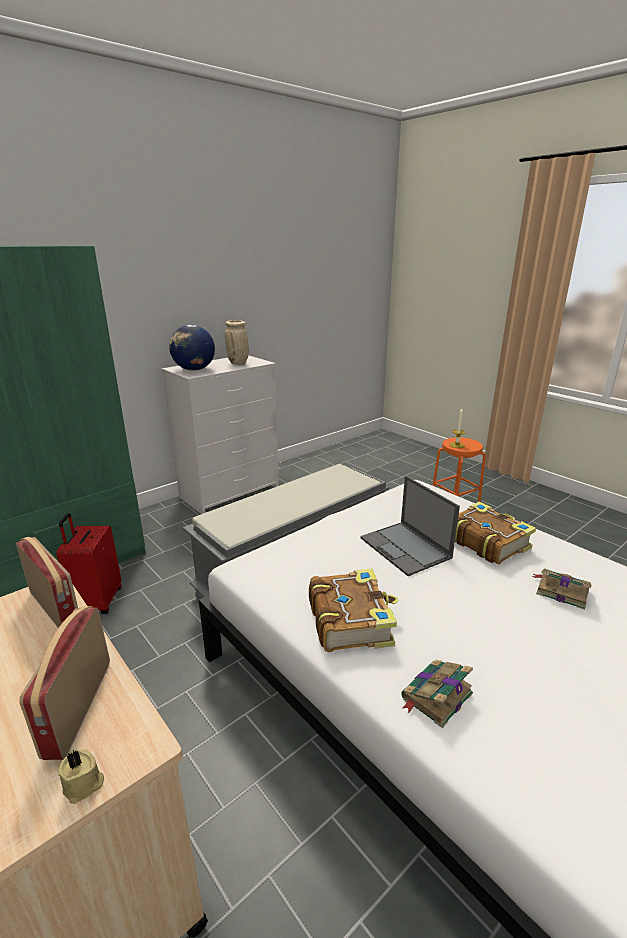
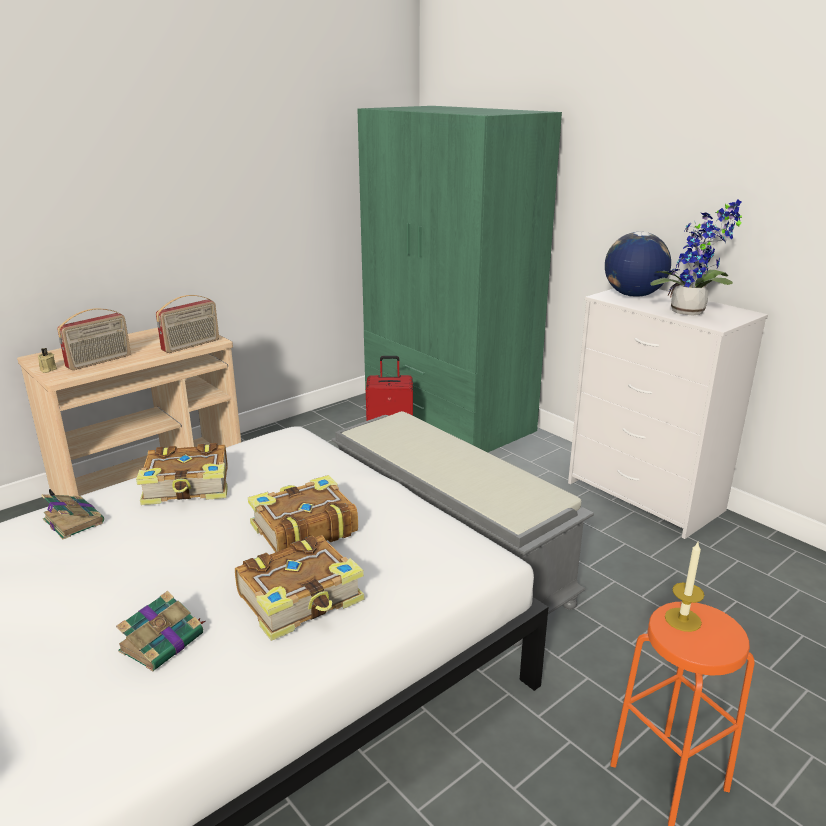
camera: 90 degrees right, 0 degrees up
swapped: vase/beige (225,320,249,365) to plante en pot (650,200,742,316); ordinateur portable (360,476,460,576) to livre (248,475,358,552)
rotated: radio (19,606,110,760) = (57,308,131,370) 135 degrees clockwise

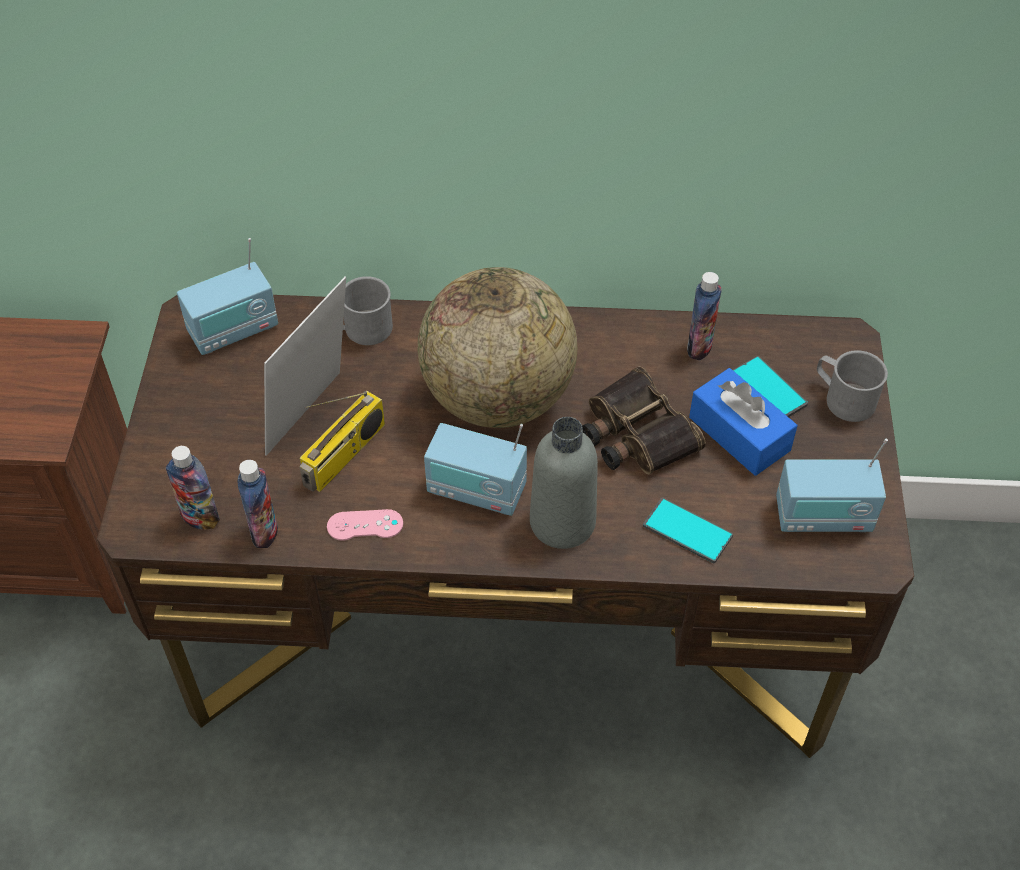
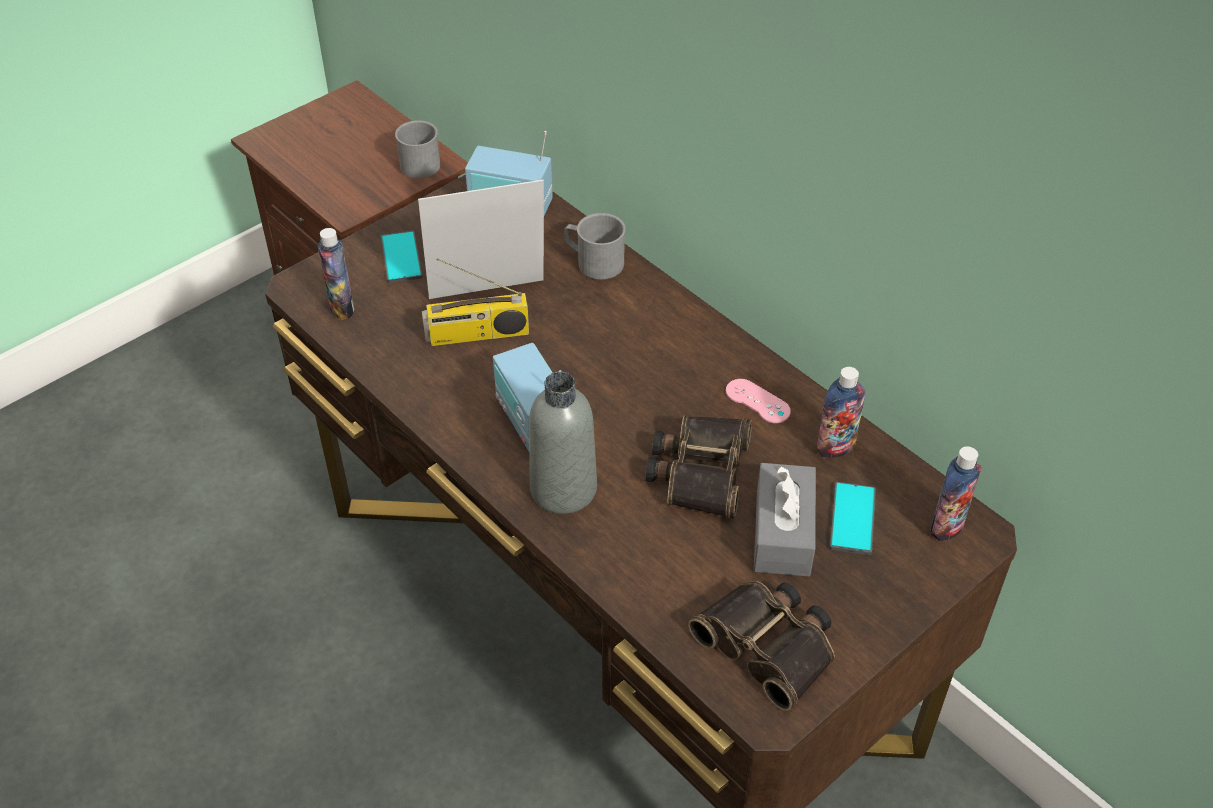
camera: 45 degrees right, 5 degrees down
gone: globe (417,267,577,428)
shifted: mug/gris (817,350,888,422) to (395,120,440,179); bouteille (237,460,278,548) to (930,446,982,541); téléphone (643,498,733,564) to (381,230,422,283); manette/rose (327,509,403,541) to (726,379,791,423)
swapped: radio (776,439,888,532) to jumelles (688,581,835,711)
repainted: boîte à mouchoirs/bleu (689,368,797,476) to boîte à mouchoirs/gris (754,463,816,576)

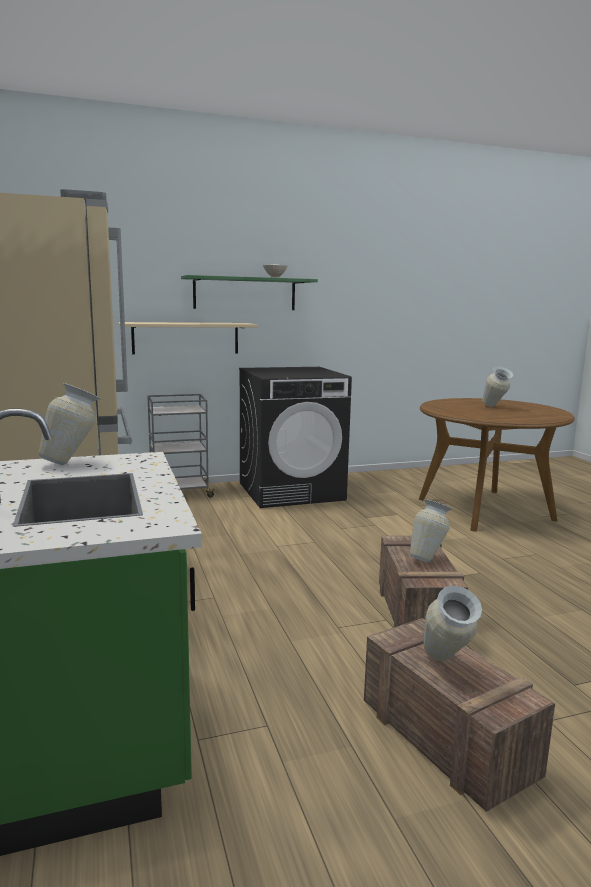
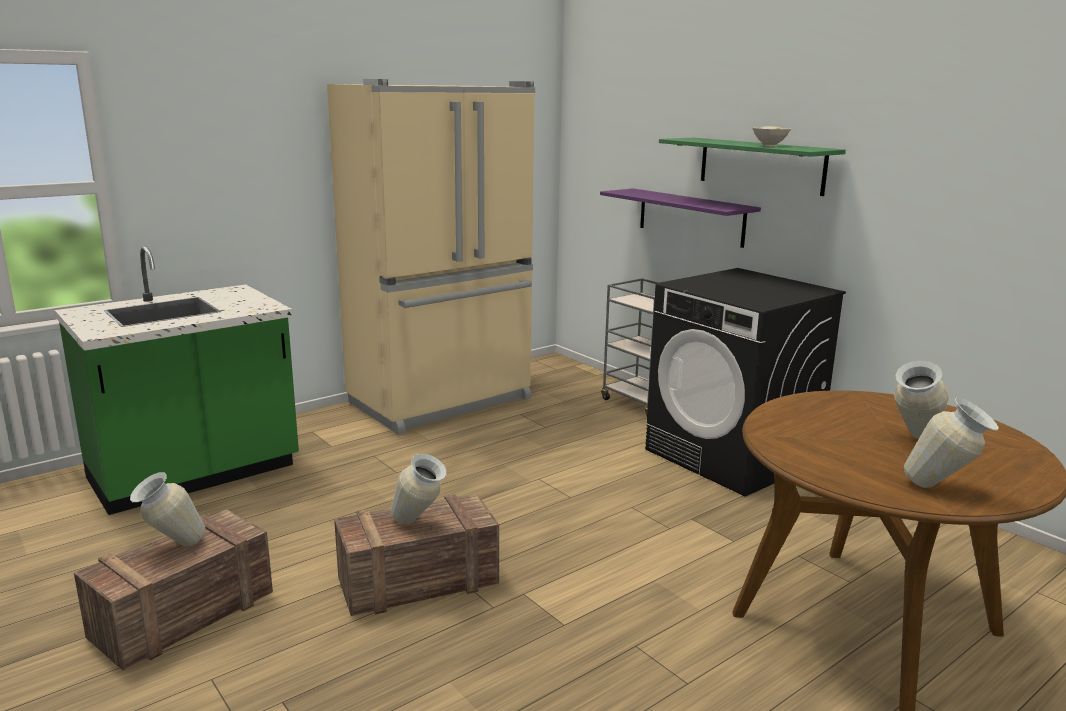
camera: 70 degrees right, 5 degrees up
shifted: vase (39,383,100,465) to (904,397,999,488)
repainted: étagère/beige (118,322,258,354) to étagère/violet (600,188,761,248)

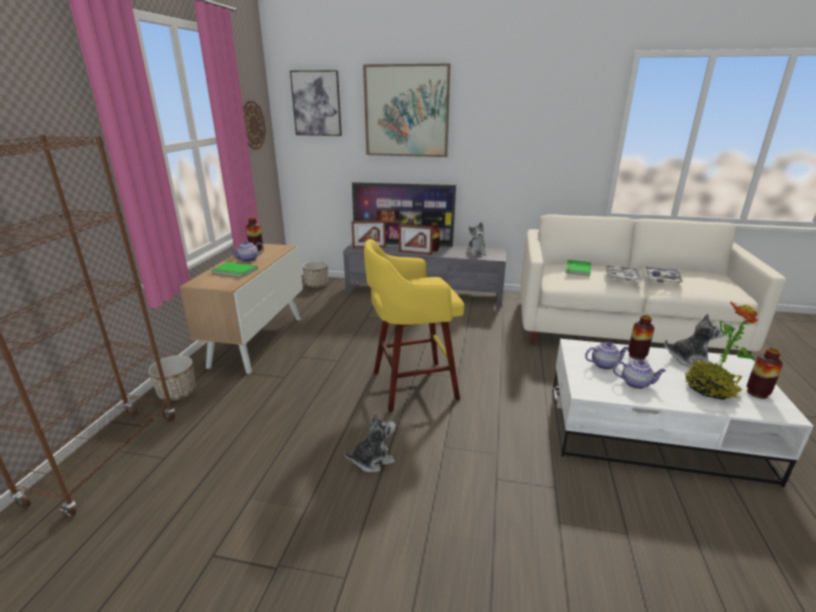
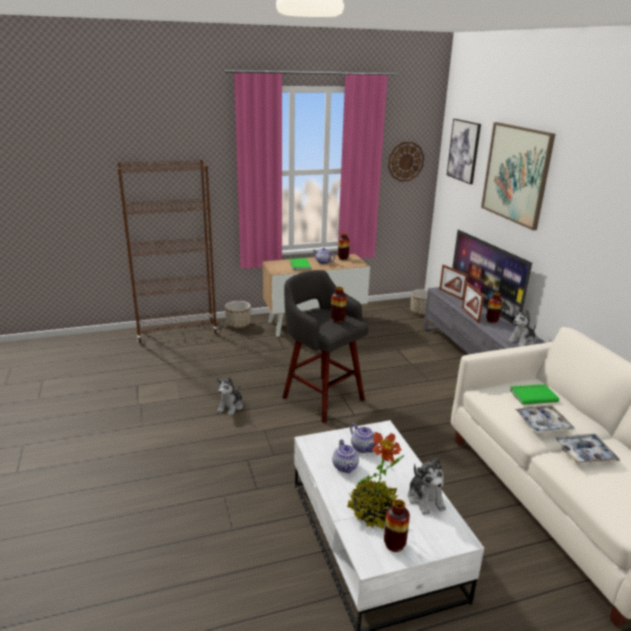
camera: 60 degrees right, 0 degrees up
shifted: vase (628,315,655,360) to (331,287,346,323)
repainted: tabouret/jaune (364,239,464,412) to tabouret/gris (283,270,369,424)
rotated: peluche (345,413,396,472) = (217,377,243,416) 75 degrees clockwise

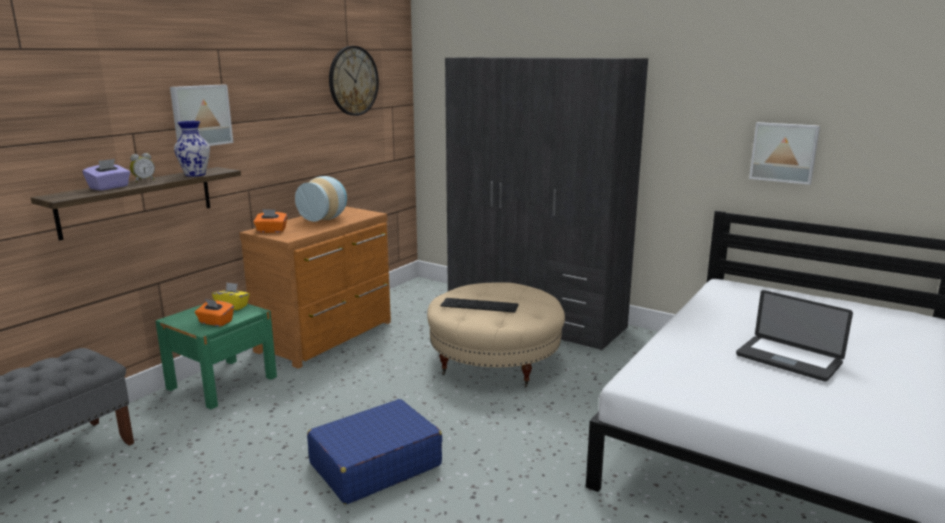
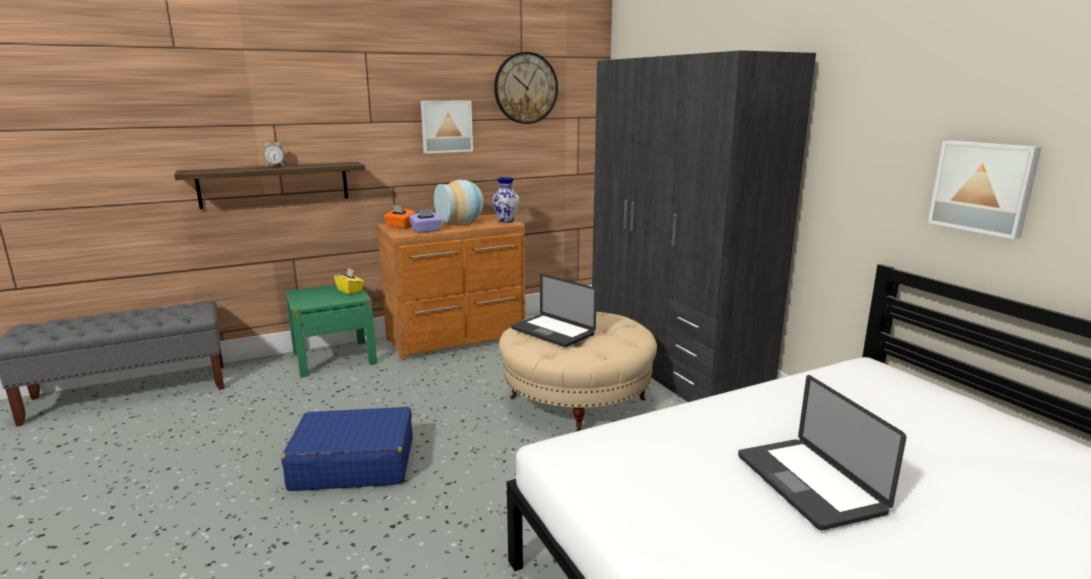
camera: 30 degrees right, 0 degrees up
gone: boîte à mouchoirs/orange (195,299,234,327)
shifted: tableau (170,84,233,146) to (421,100,473,154); vase (174,121,210,177) to (492,177,519,222); boîte à mouchoirs/violet (82,159,130,191) to (409,209,442,233)
swapped: clavier (441,298,519,313) to ordinateur portable (511,274,597,347)

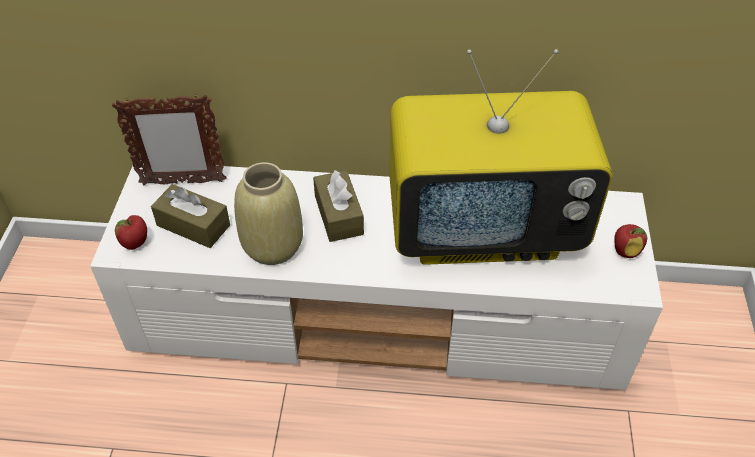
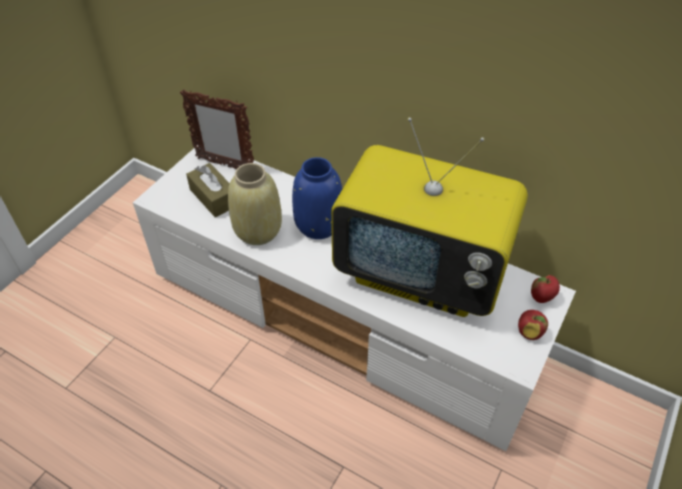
camera: 25 degrees right, 0 degrees up
shifted: pomme (115,215,147,250) to (531,275,560,303)
swapped: boîte à mouchoirs/marron (313,170,364,242) to vase/bleu (292,157,342,239)

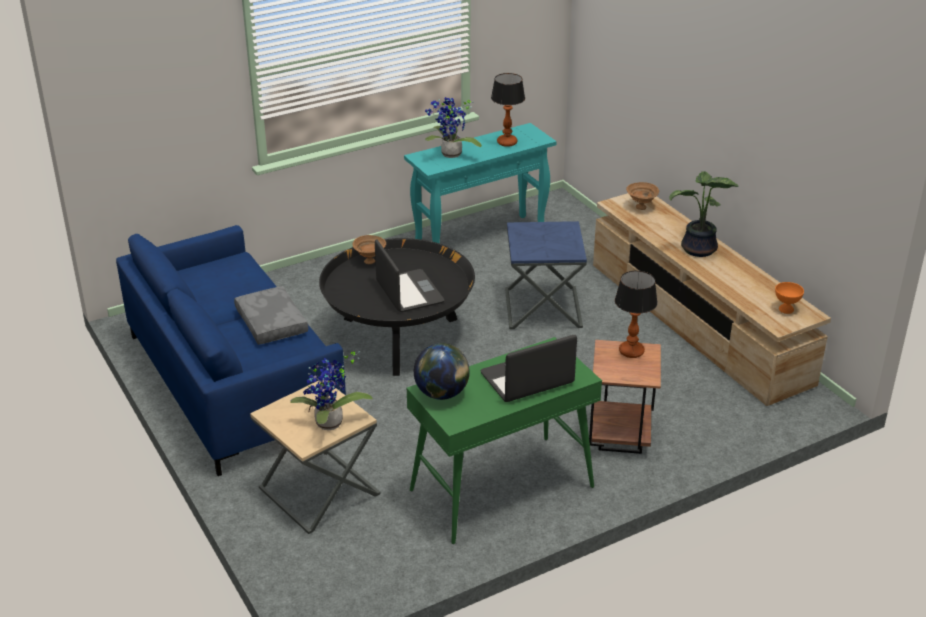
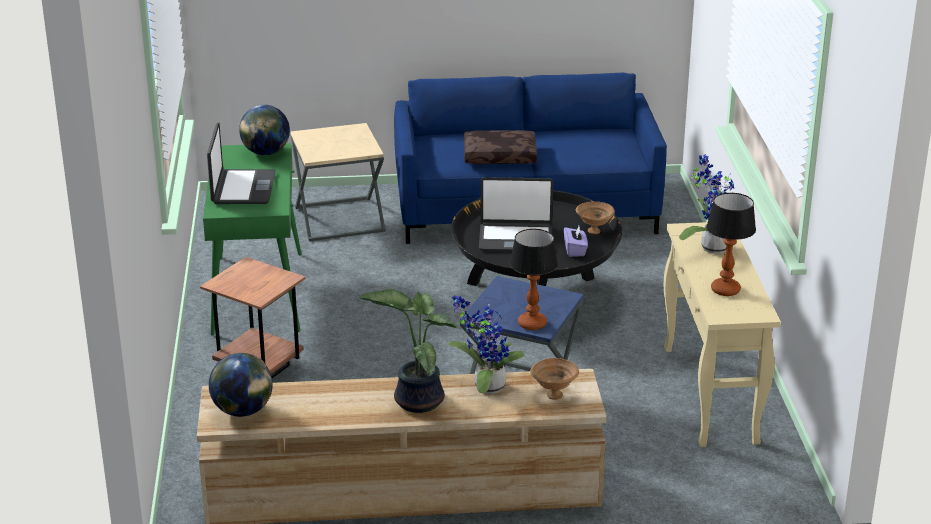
camera: 115 degrees right, 5 degrees down
new: boîte à mouchoirs/violet (564,226,588,257)
shifted: lampe de table (615,271,658,358) to (510,229,558,330); plante en pot (290,351,373,430) to (447,295,524,394)
swapped: bol/orange (775,282,804,314) to globe (209,353,273,417)
repainted: table console/turquoise (404,123,557,244) to table console/beige (664,222,781,447); coussin/gris (234,286,308,345) to coussin/marron (464,130,537,164)

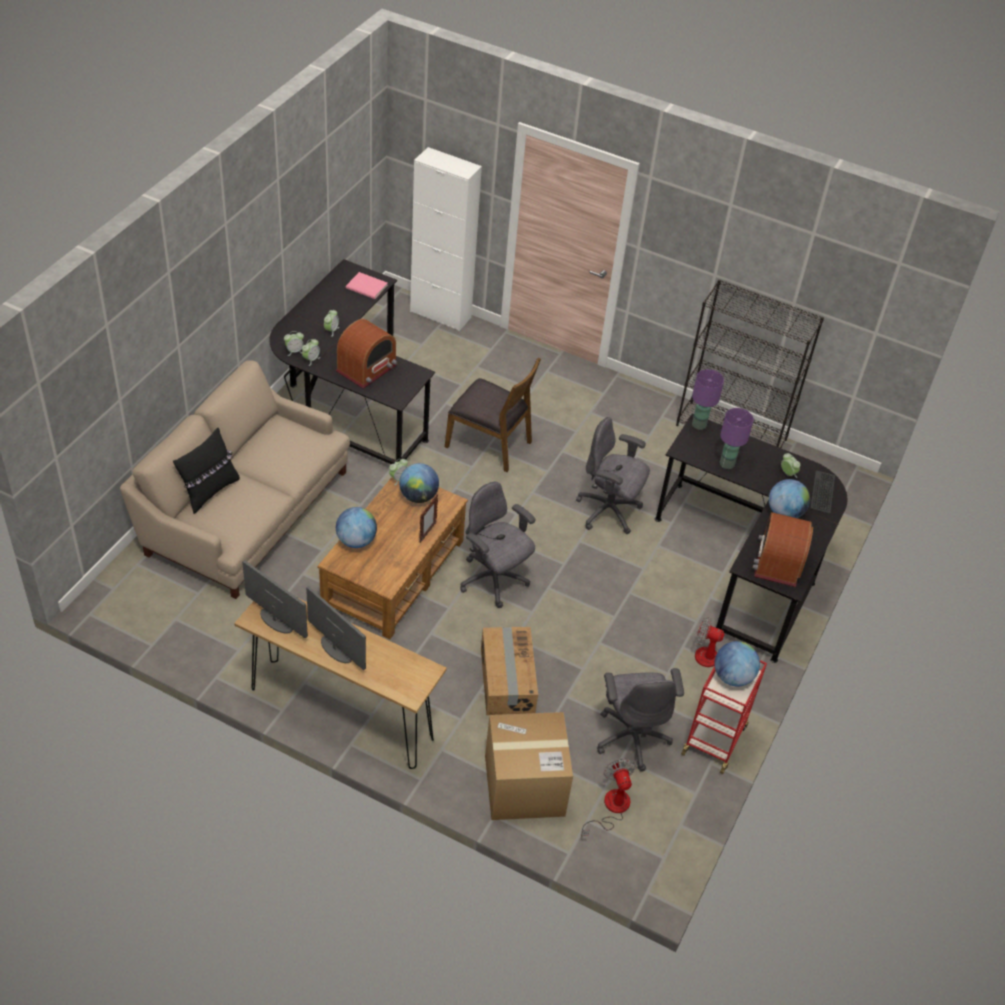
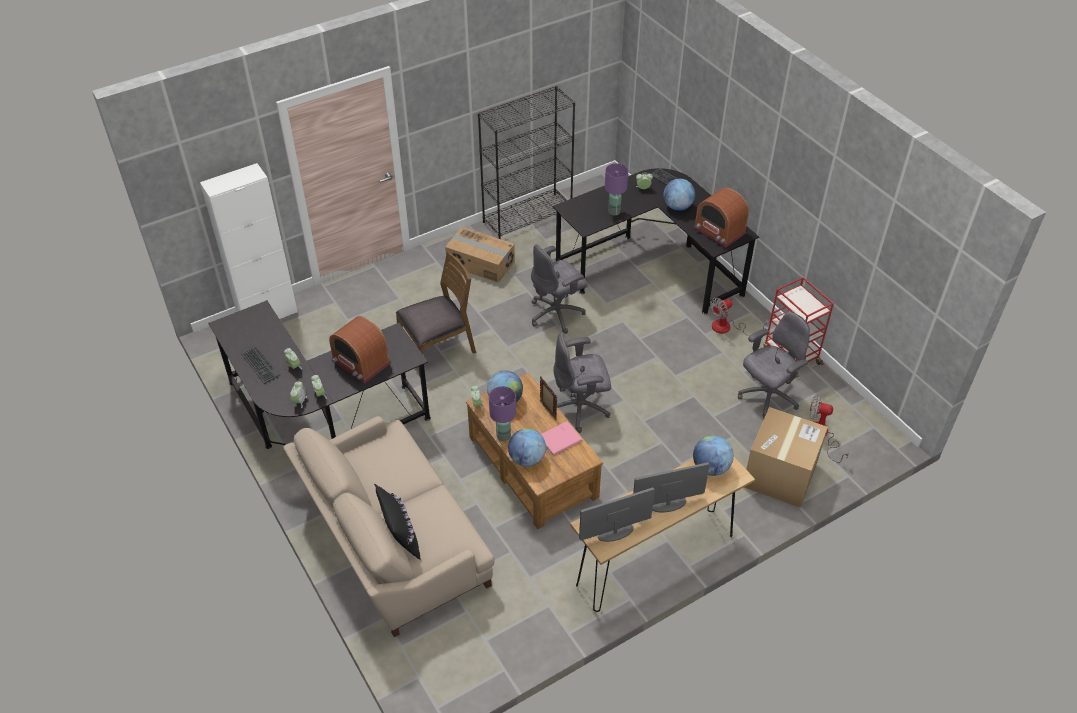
camera: 55 degrees left, 0 degrees up
new: clavier (241,345,280,384)
shifted: livre/rose (346,272,388,299) to (541,421,582,456); lampe de table/violet (692,369,724,430) to (489,386,516,441); carton (481,627,538,715) to (445,227,515,283); globe (714,641,760,686) to (693,436,734,476)
rotated: radio (336,319,398,389) = (329,316,391,383) 150 degrees clockwise; chaise de bureau/gris (597,668,684,772) = (738,312,810,418) 60 degrees counterclockwise

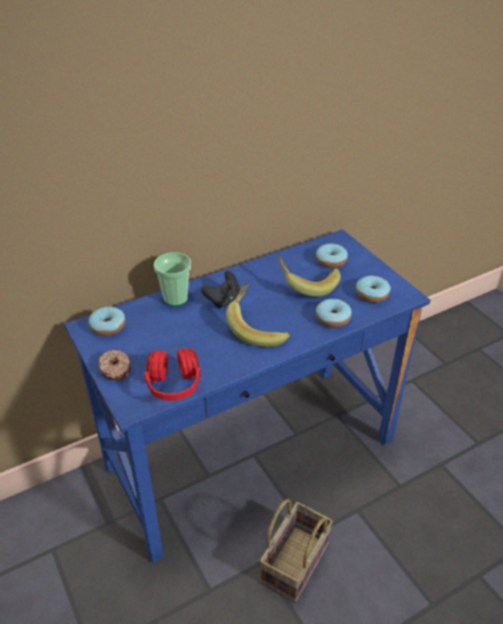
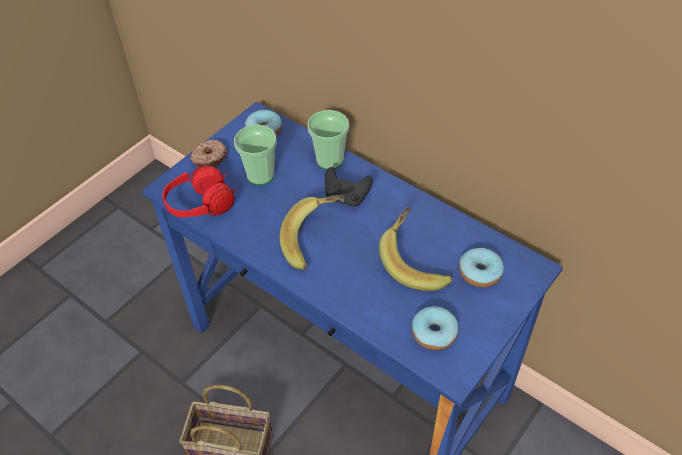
camera: 70 degrees right, 10 degrees up
gone: beignet (316,299,352,328)
new: tasse (234,125,277,185)

